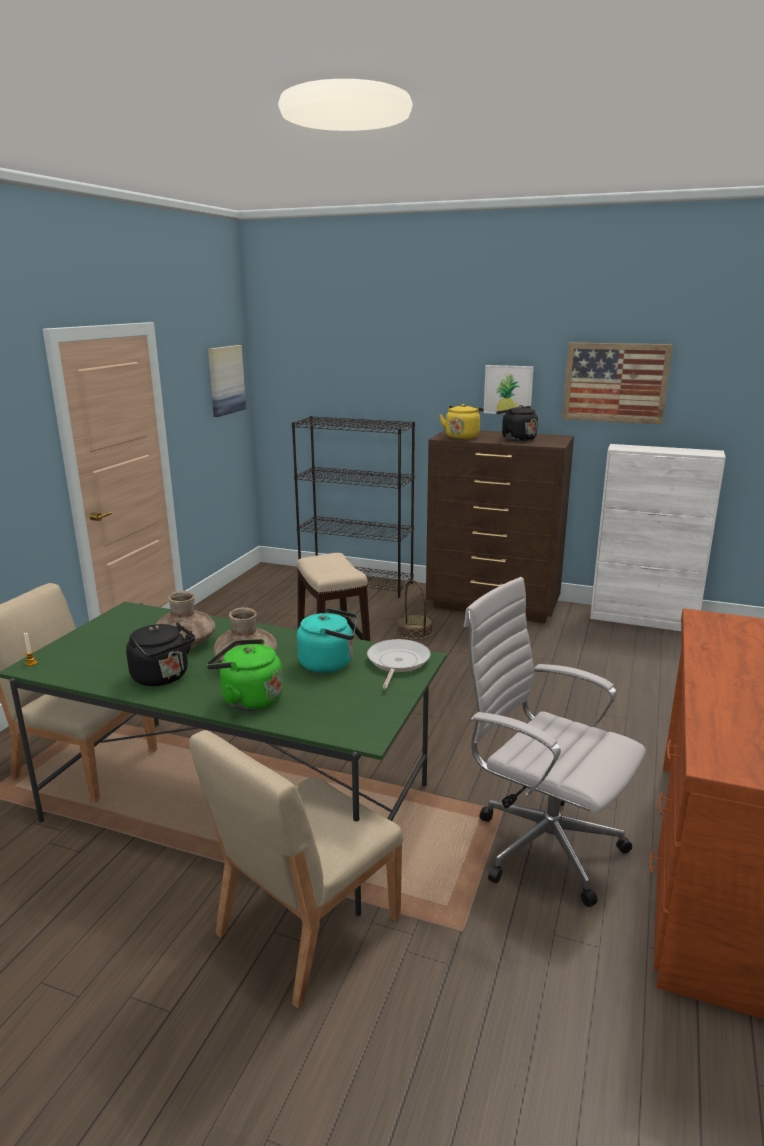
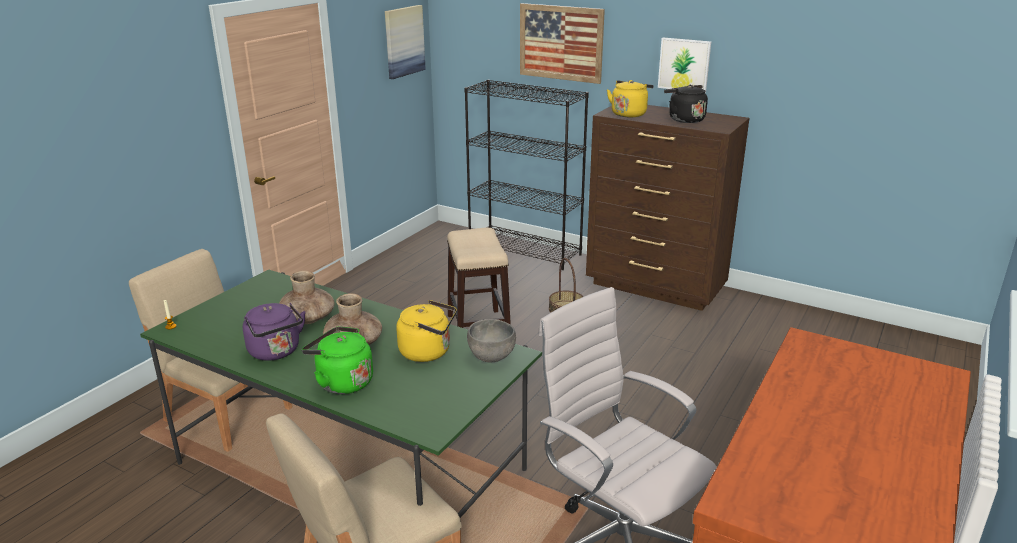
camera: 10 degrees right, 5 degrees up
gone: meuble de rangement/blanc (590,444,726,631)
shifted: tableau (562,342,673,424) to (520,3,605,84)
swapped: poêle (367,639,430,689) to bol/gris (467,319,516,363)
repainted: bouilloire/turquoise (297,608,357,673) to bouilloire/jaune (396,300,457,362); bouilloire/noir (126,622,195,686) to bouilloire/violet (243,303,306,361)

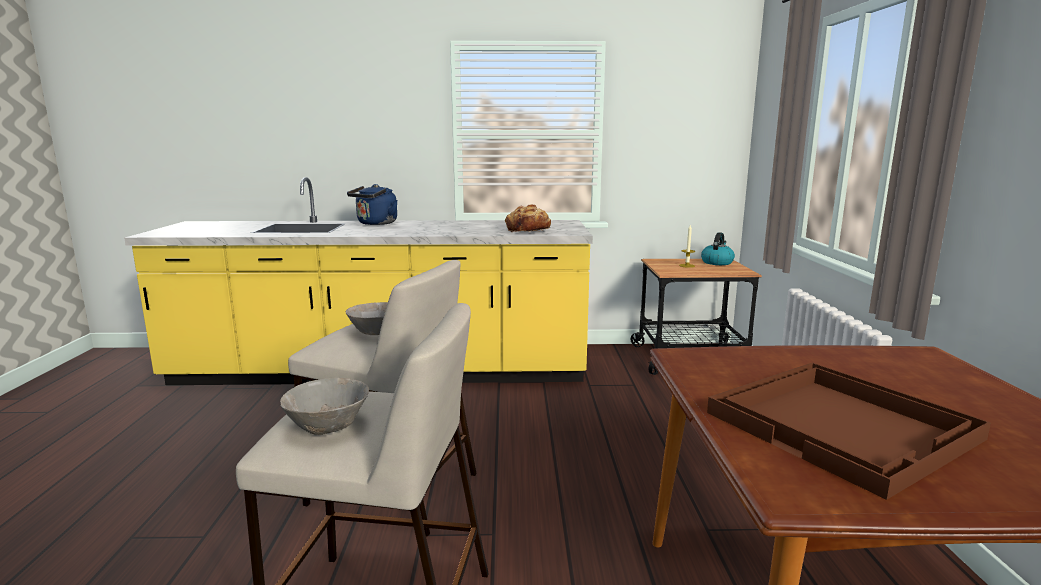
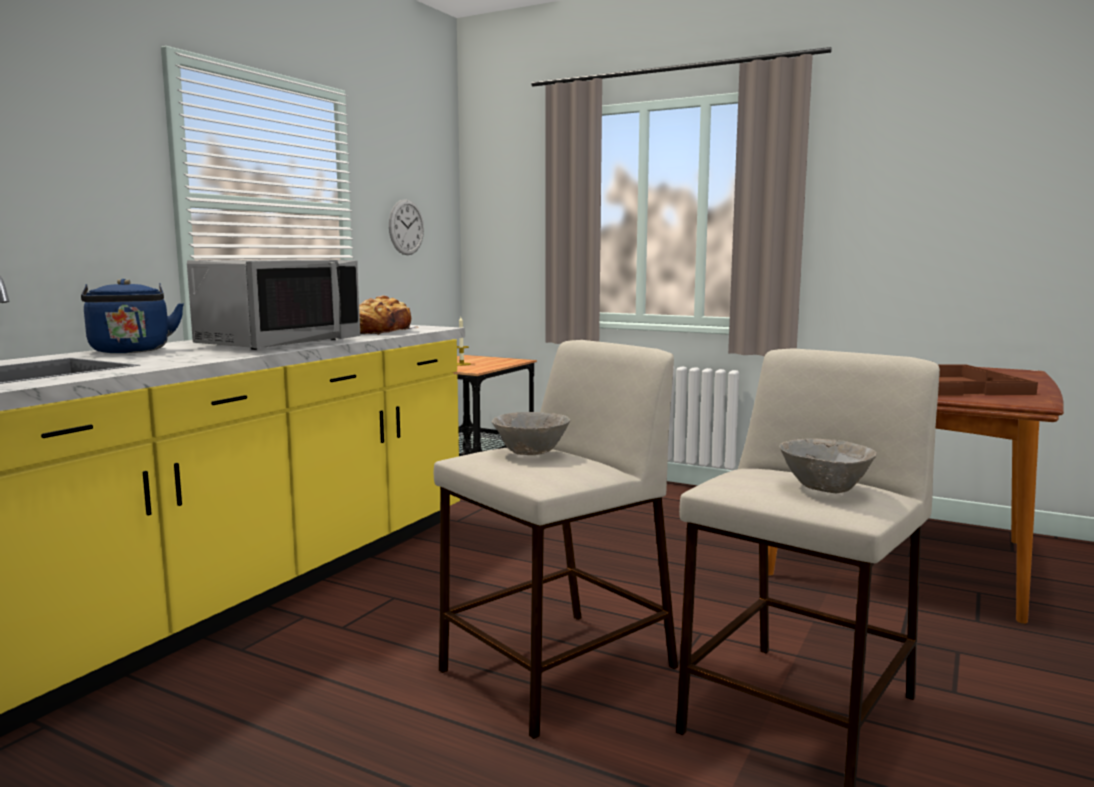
camera: 60 degrees left, 5 degrees down
gone: bouilloire (701,232,735,265)
new: horloge murale (389,199,424,255); micro-ondes/gris (187,259,360,350)

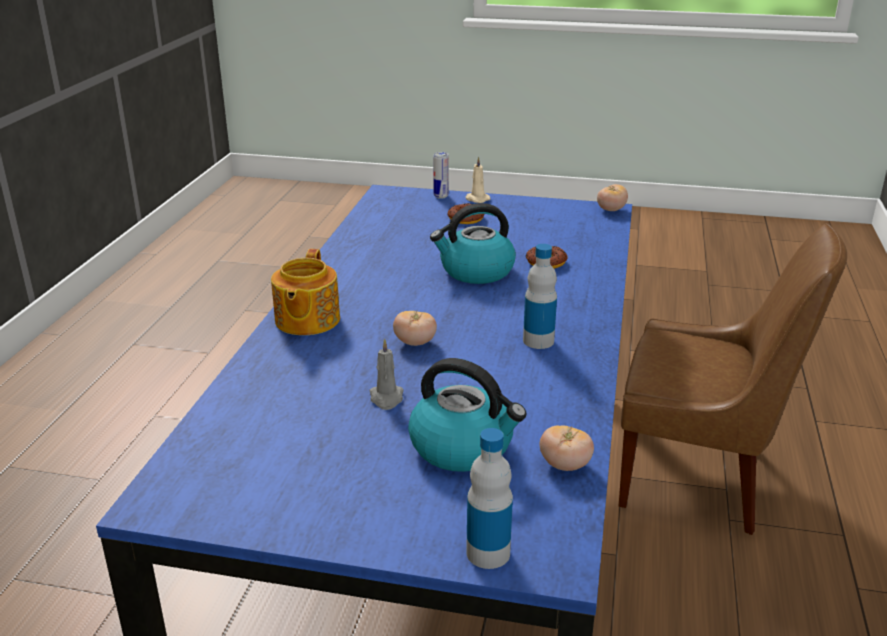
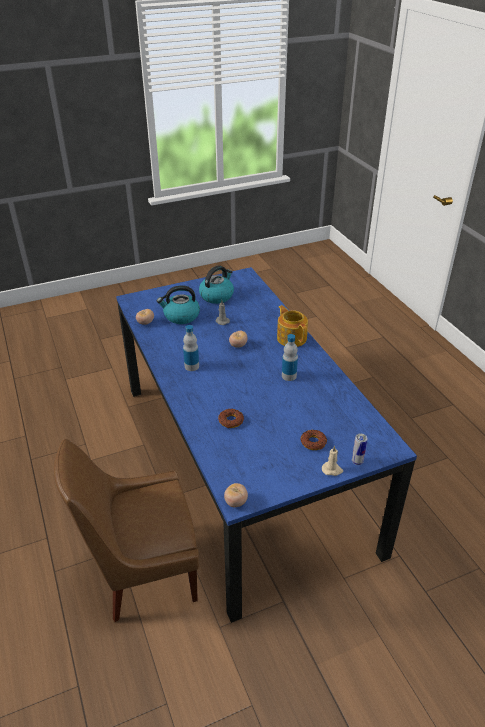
camera: 145 degrees right, 10 degrees up
shifted: bouilloire (430,203,516,284) to (199,265,234,304); bouteille (466,428,513,569) to (282,334,298,381)

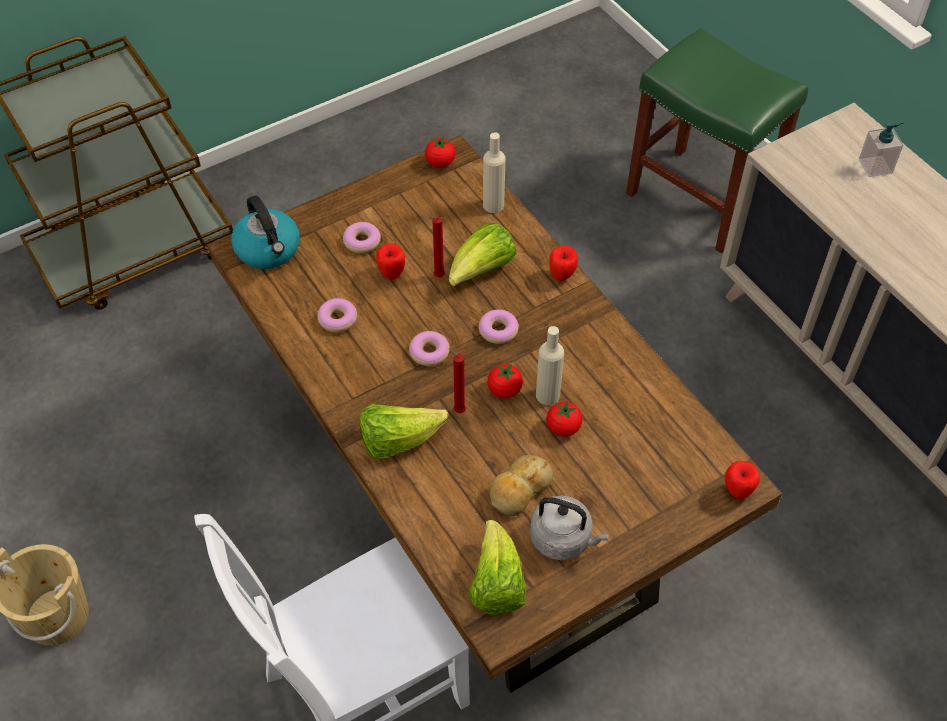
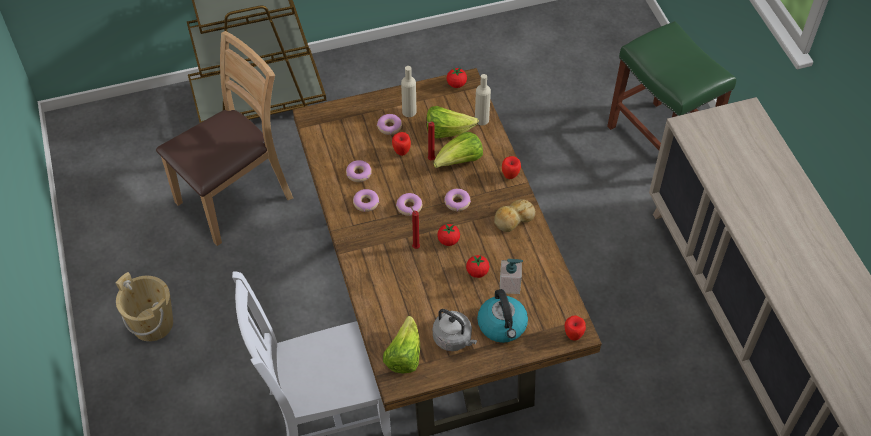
camera: 15 degrees right, 0 degrees up
new: chaise/marron (156,31,293,246); beignet (353,189,379,212)
shifted: distributeur de savon (859,121,905,177) to (500,259,523,294); bouilloire (231,195,300,269) to (477,289,528,343); bouteille/beige (536,326,564,405) to (401,66,417,117); laitue (360,404,448,459) to (427,106,479,139); pain (489,455,554,516) to (494,199,536,232)

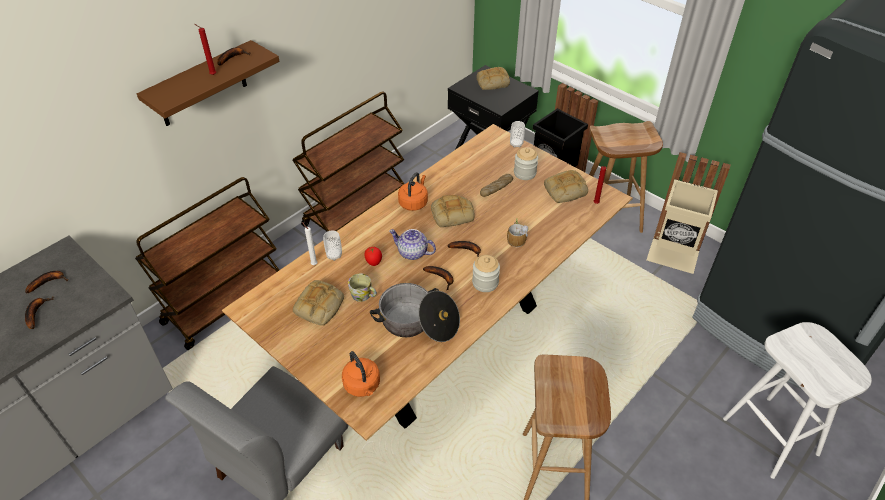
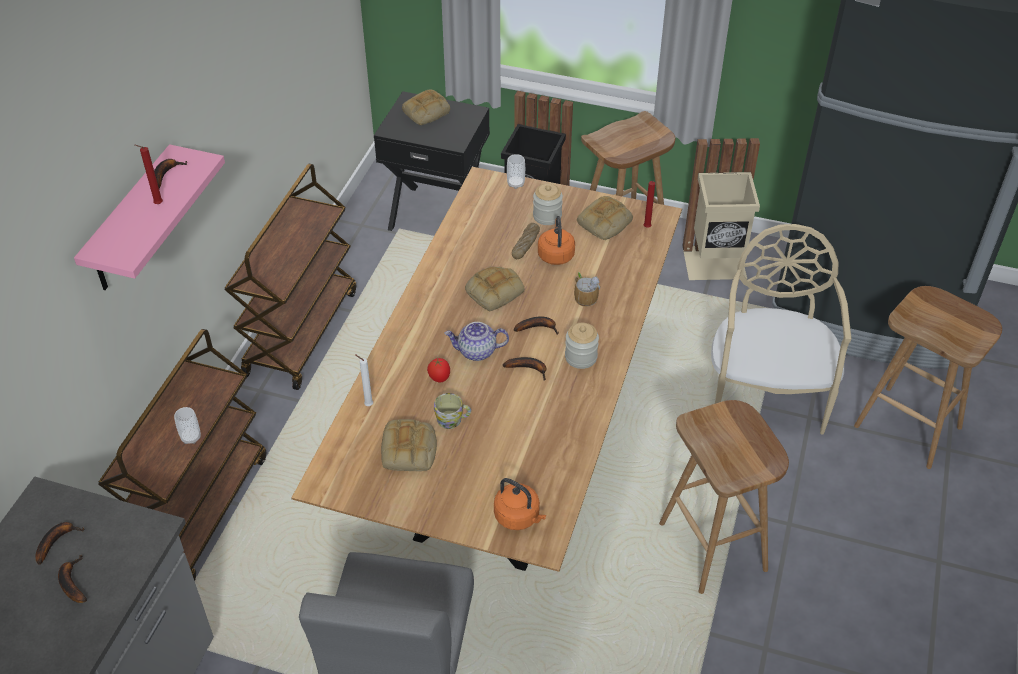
camera: 25 degrees left, 0 degrees up
gone: marmite (370,283,460,342)
new: chaise/beige (711,224,851,434)
shifted: bouilloire/orange (398,172,428,211) to (538,216,575,265); tasse (323,231,342,261) to (174,407,201,444)
repainted: étagère/marron (137,40,279,126) to étagère/rose (74,144,225,290); tabouret/blanc (723,322,872,479) to tabouret/marron (854,286,1002,469)

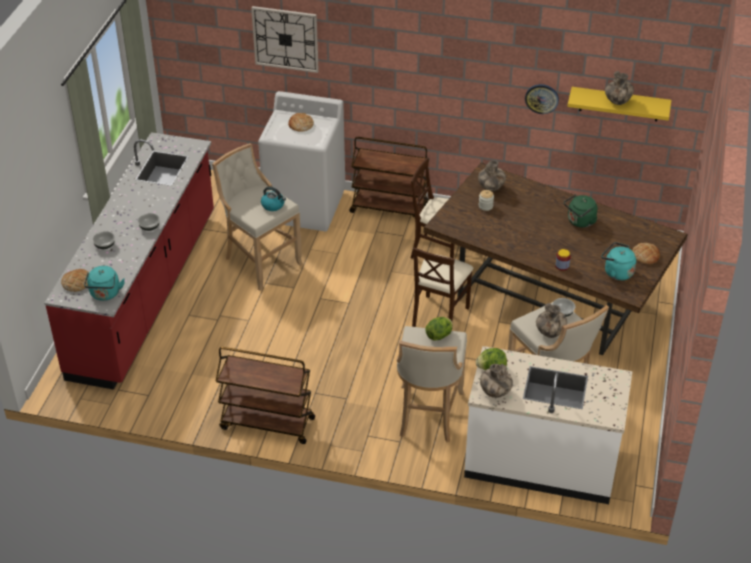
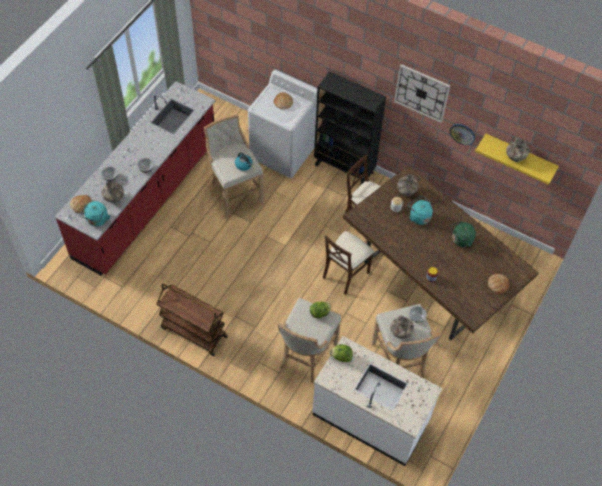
camera: 15 degrees right, 15 degrees up
shifted: horloge murale (251,6,319,73) to (394,64,450,123); bouilloire/turquoise (601,242,636,280) to (407,196,433,225); vase (480,364,513,398) to (102,181,124,203)
swapped: chariot/marron (349,137,429,218) to bibliothèque/noir (314,71,386,185)

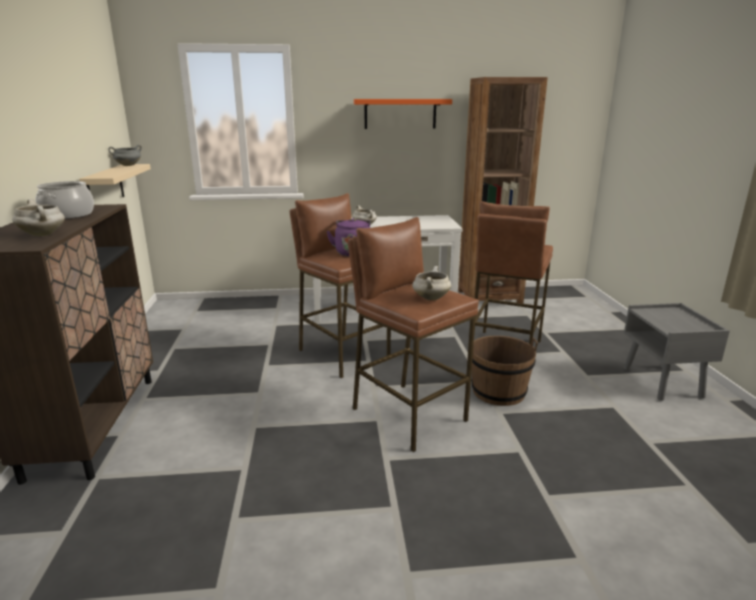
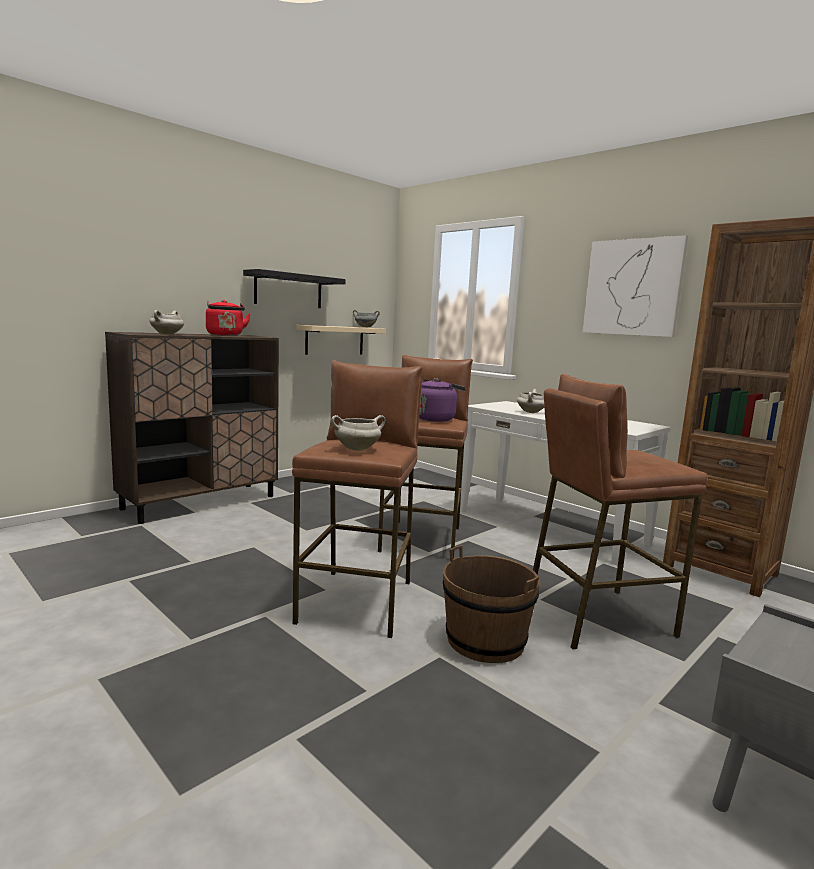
camera: 50 degrees right, 10 degrees down
new: étagère/noir (243,269,346,308)
swapped: étagère/orange (354,99,452,129) to tableau (582,235,688,337); marmite (35,181,94,219) to bouilloire/rouge (206,300,251,336)

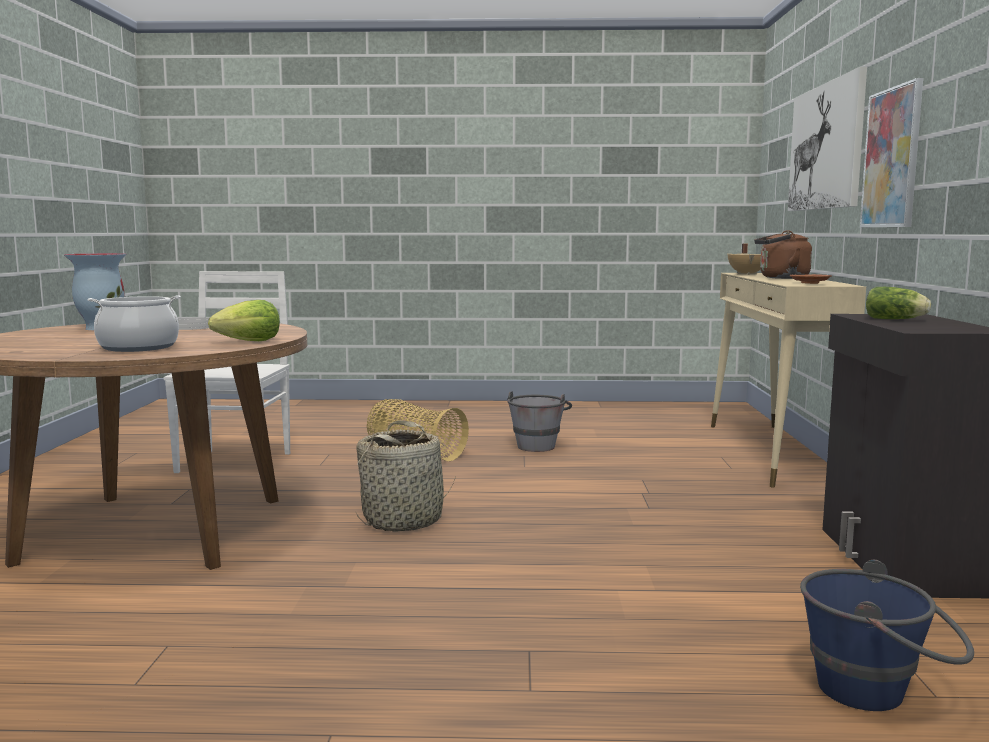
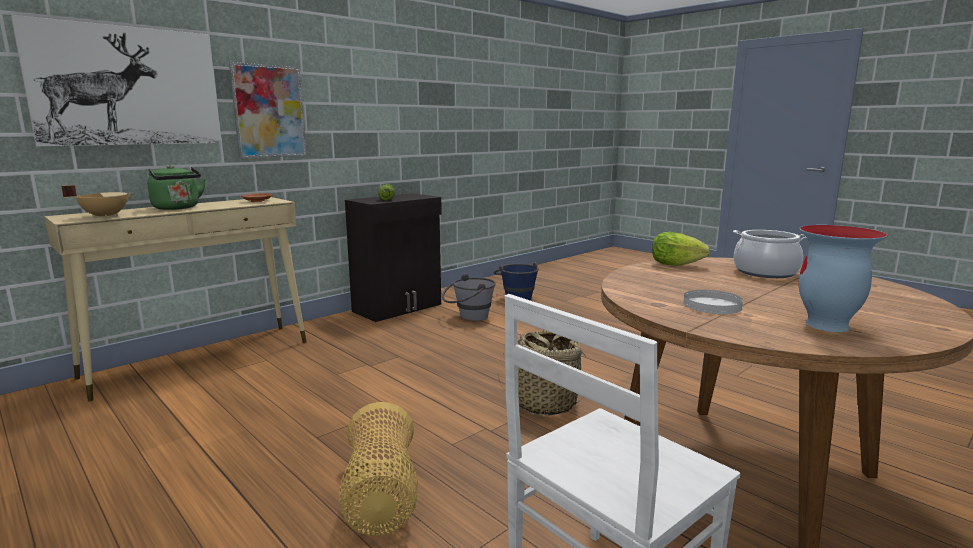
camera: 135 degrees left, 5 degrees up
shifted: seau/gris (507,391,572,452) to (442,273,496,321)
repainted: bouilloire/marron (754,230,812,279) to bouilloire/vert (147,165,206,210)

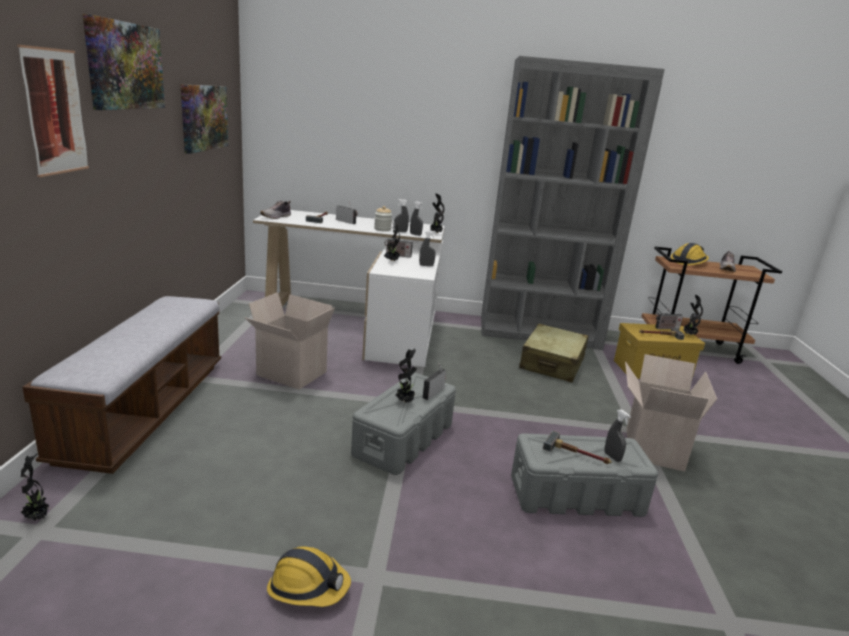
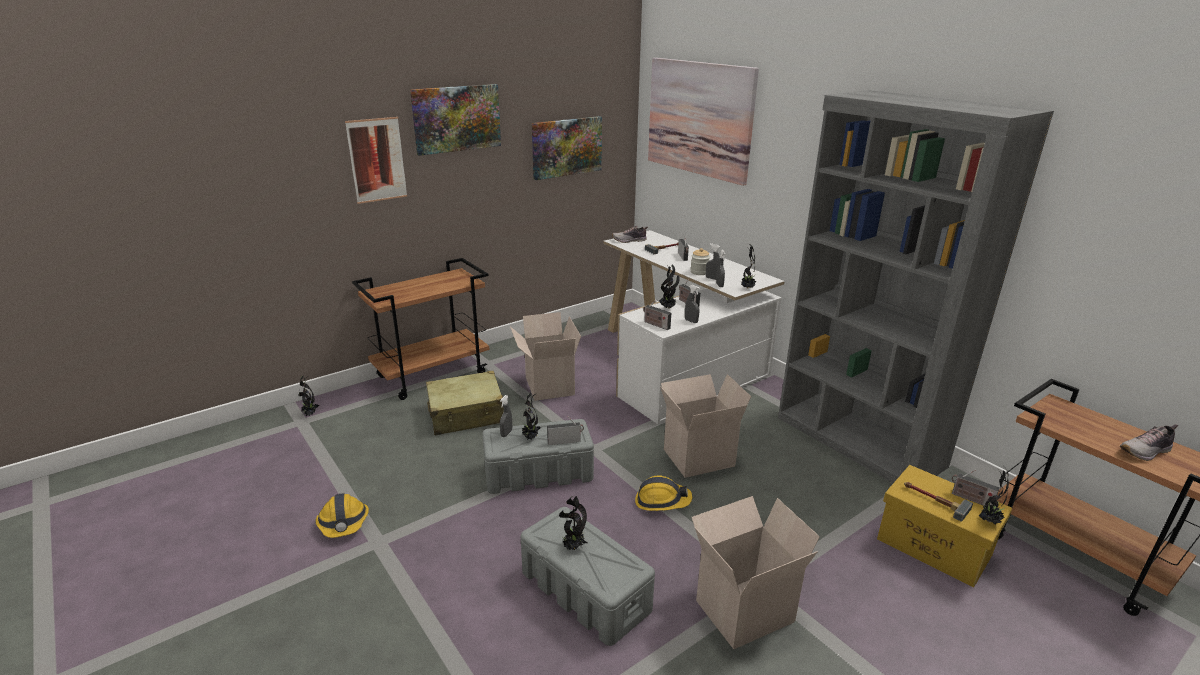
camera: 50 degrees right, 5 degrees up
new: tableau (648,58,759,186); radio (643,300,671,330); carton (660,374,751,478)
shifted: casque de chantier (671,243,709,265) to (635,475,692,511); valise/beige (519,324,589,383) to (426,371,504,435); vaporisateur/gris (605,409,631,462) to (500,395,512,437)
swapped: banc (22,296,221,474) to chariot/marron (352,258,489,400); marteau (543,431,612,464) to plante en pot (559,495,587,550)

